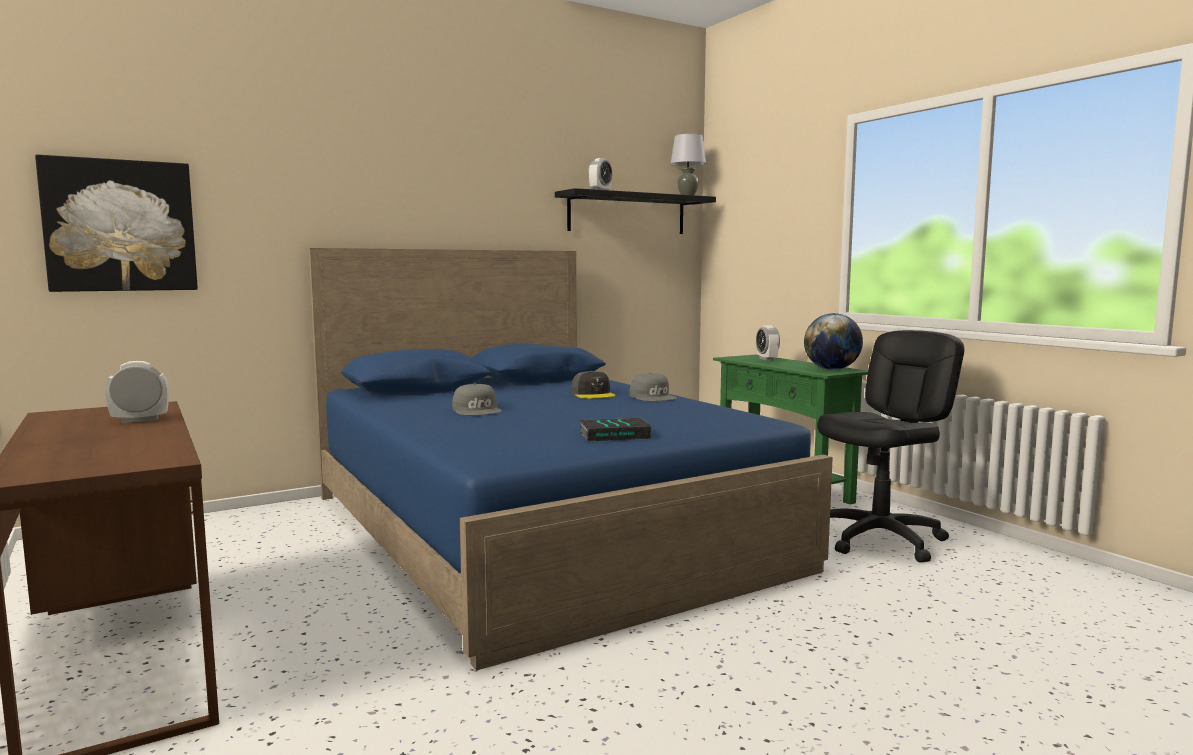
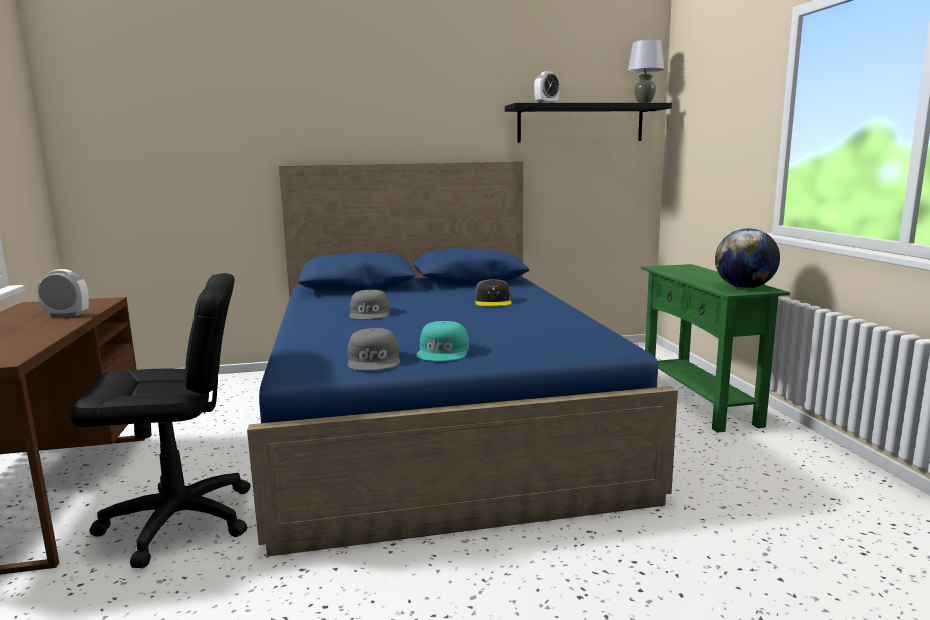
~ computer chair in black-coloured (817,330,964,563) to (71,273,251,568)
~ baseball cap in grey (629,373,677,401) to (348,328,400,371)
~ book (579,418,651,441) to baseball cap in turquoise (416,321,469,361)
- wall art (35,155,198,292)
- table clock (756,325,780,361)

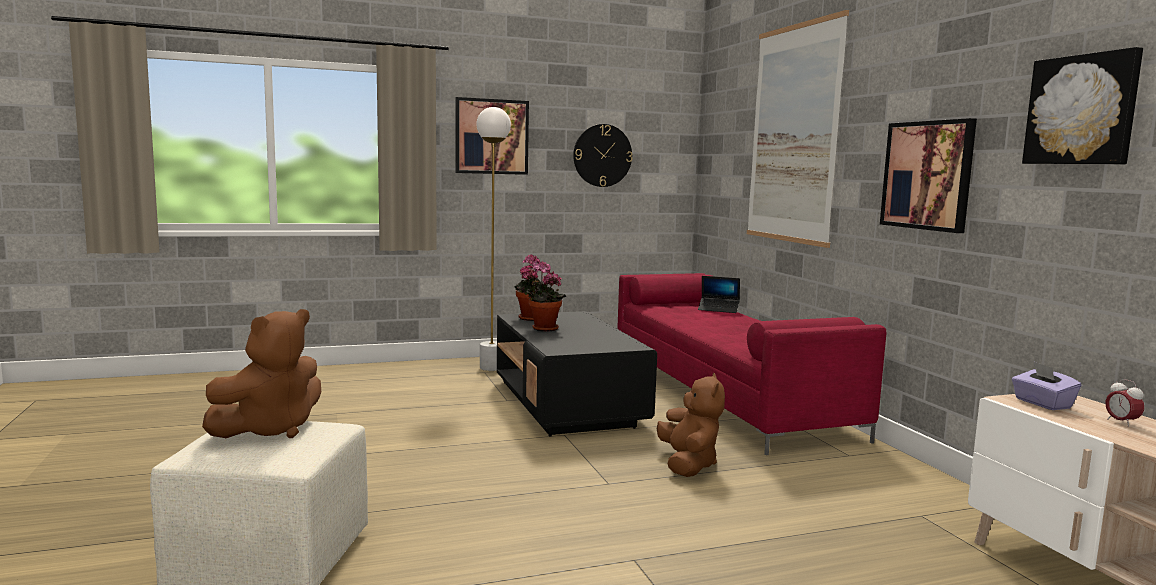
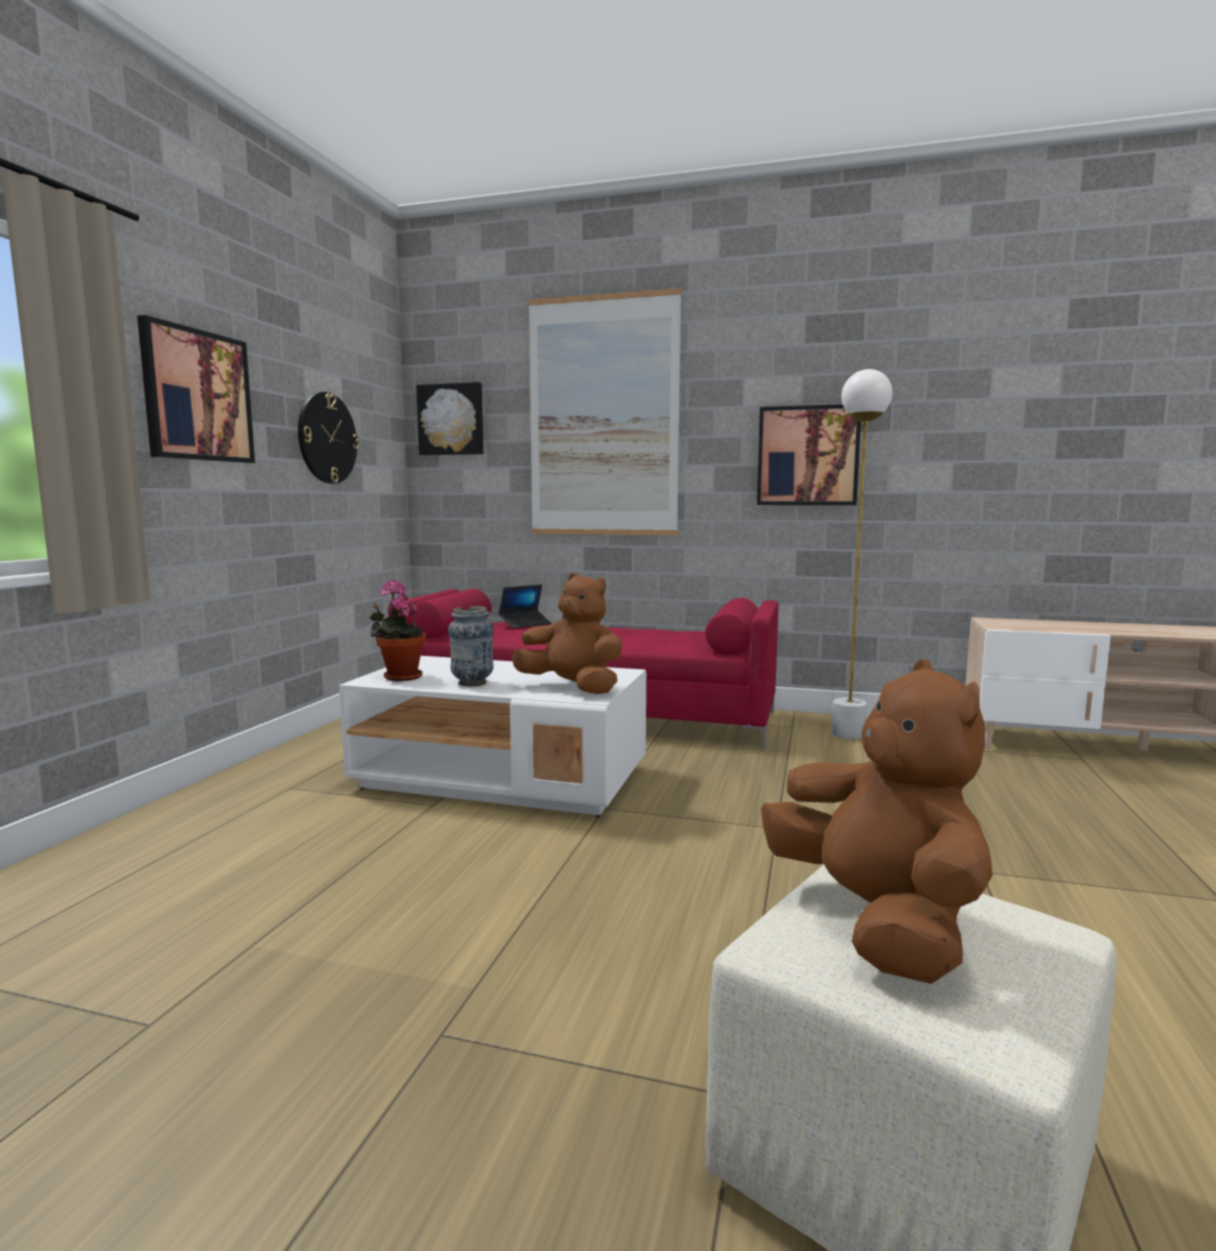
~ low table in black-coloured (497,311,657,437) to low table in whitish (339,656,646,817)
~ wall art (1022,47,1143,164) to (416,382,483,455)
~ plant in a pot (525,261,566,331) to flower vase (448,606,494,686)
~ soft toy in brownish (657,373,725,477) to (512,573,622,694)
~ floor lamp in whitish (476,107,511,371) to (831,369,892,740)
- tissue box in purple-coloured (1012,362,1081,410)
- table clock (1105,379,1144,427)

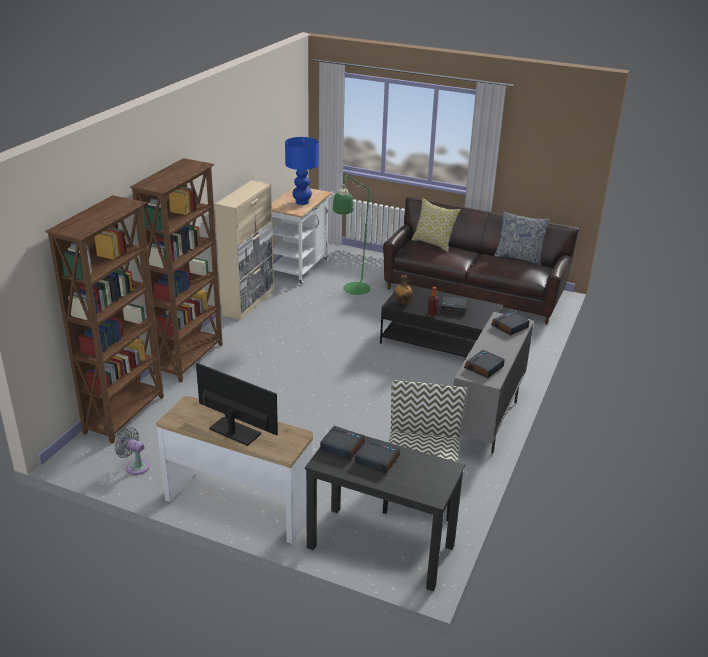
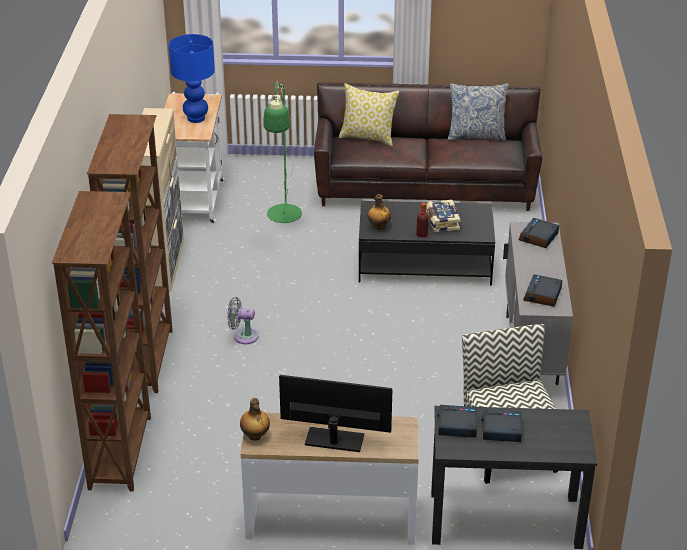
~ cooling fan in grey (114,427,150,475) to (227,297,258,344)
+ beverage bottle (240,398,270,441)
~ table clock (440,296,467,316) to book (426,200,461,232)

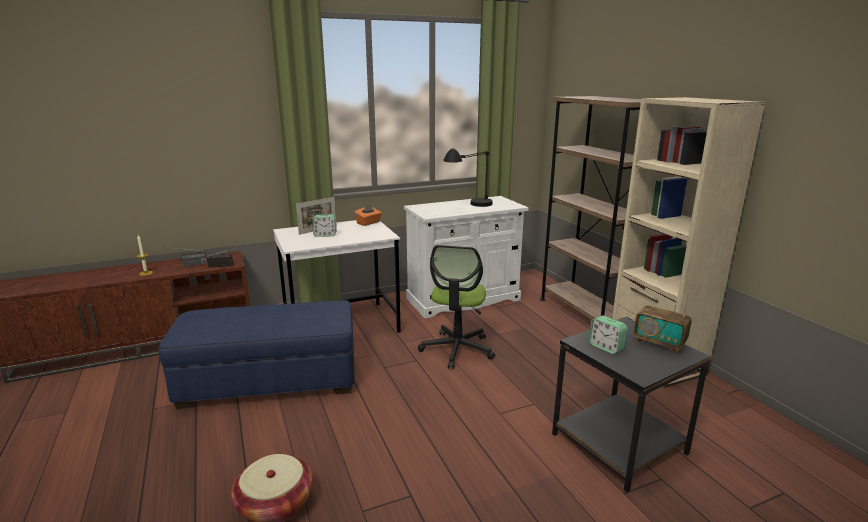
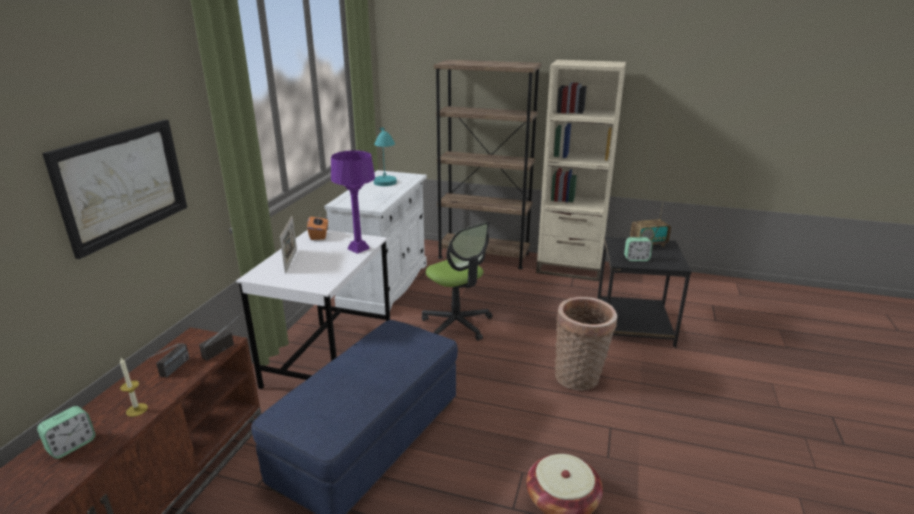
~ table clock (312,215,337,237) to (37,406,96,459)
+ wall art (42,120,187,259)
+ lamp for a table in purple-coloured (331,150,375,254)
~ lamp for a table in black-coloured (443,148,493,207) to lamp for a table in turquoise (374,127,397,186)
+ storage basket (555,297,617,390)

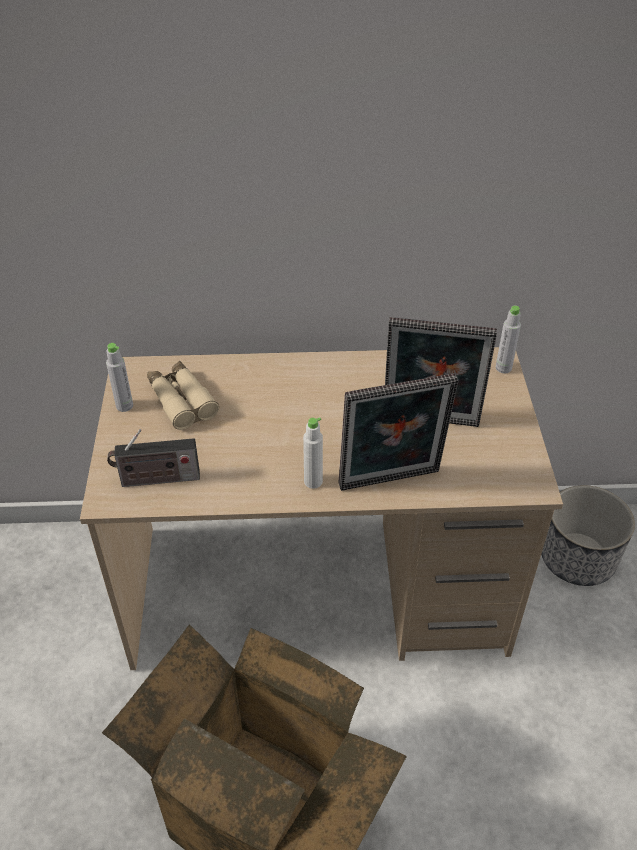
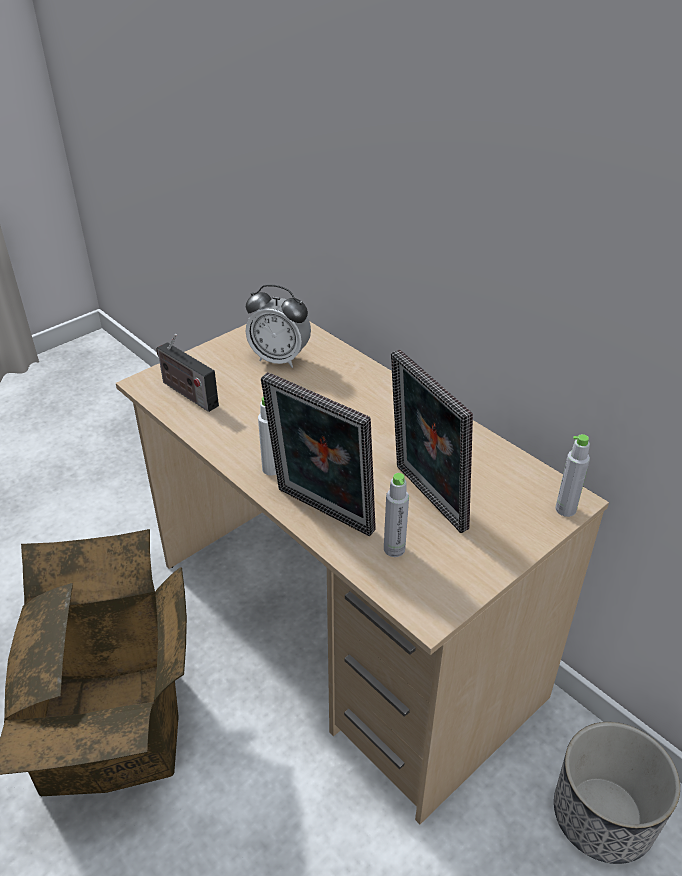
~ binoculars in sand-coloured (147,361,219,430) to table clock (245,285,311,368)
~ beverage bottle in grey (106,343,133,412) to (384,473,409,557)

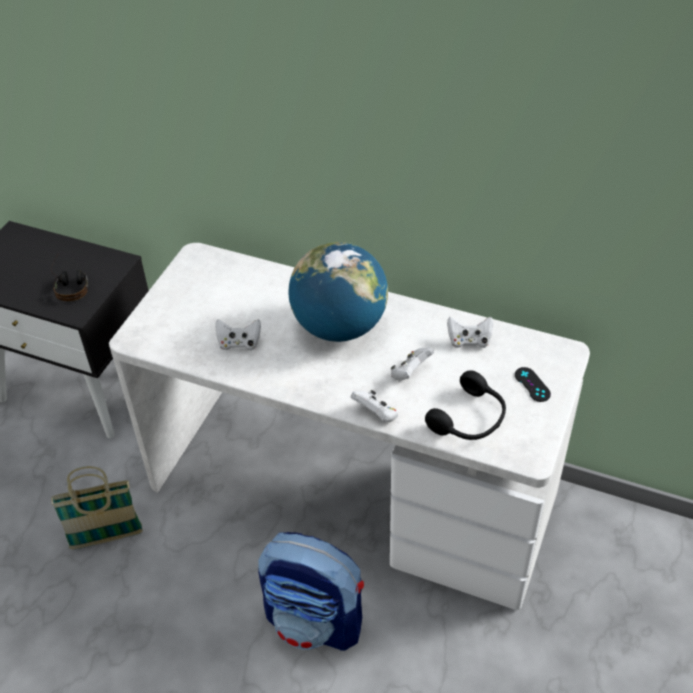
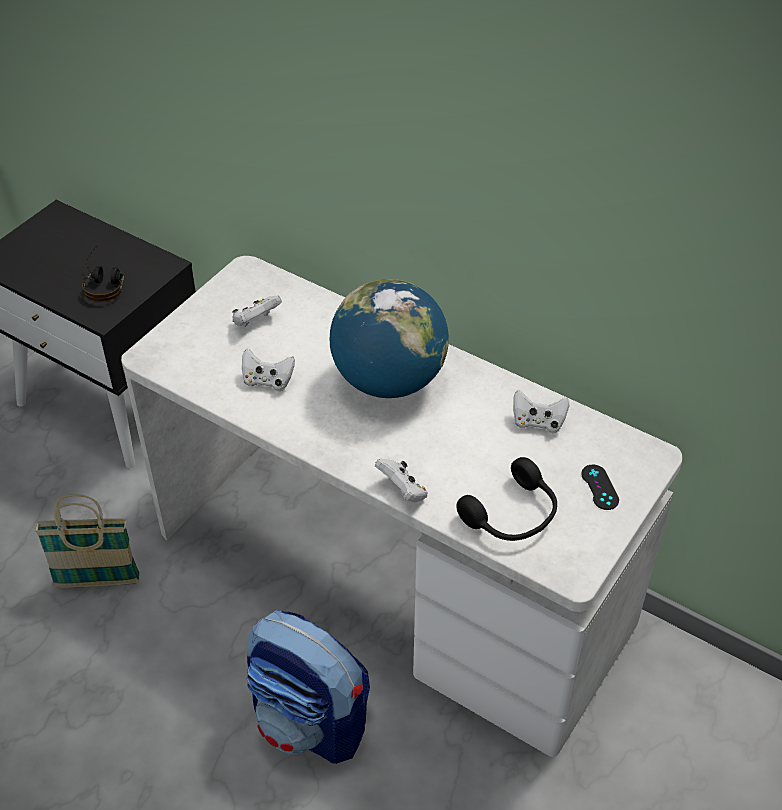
~ game controller in whitish (391,347,434,381) to (232,296,282,327)

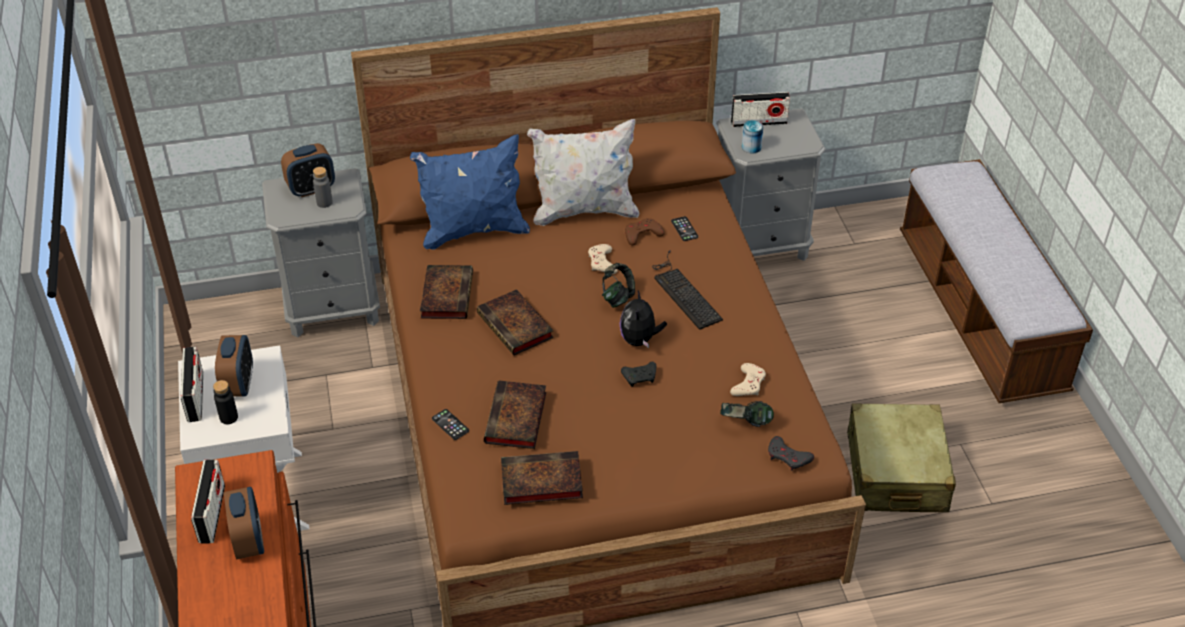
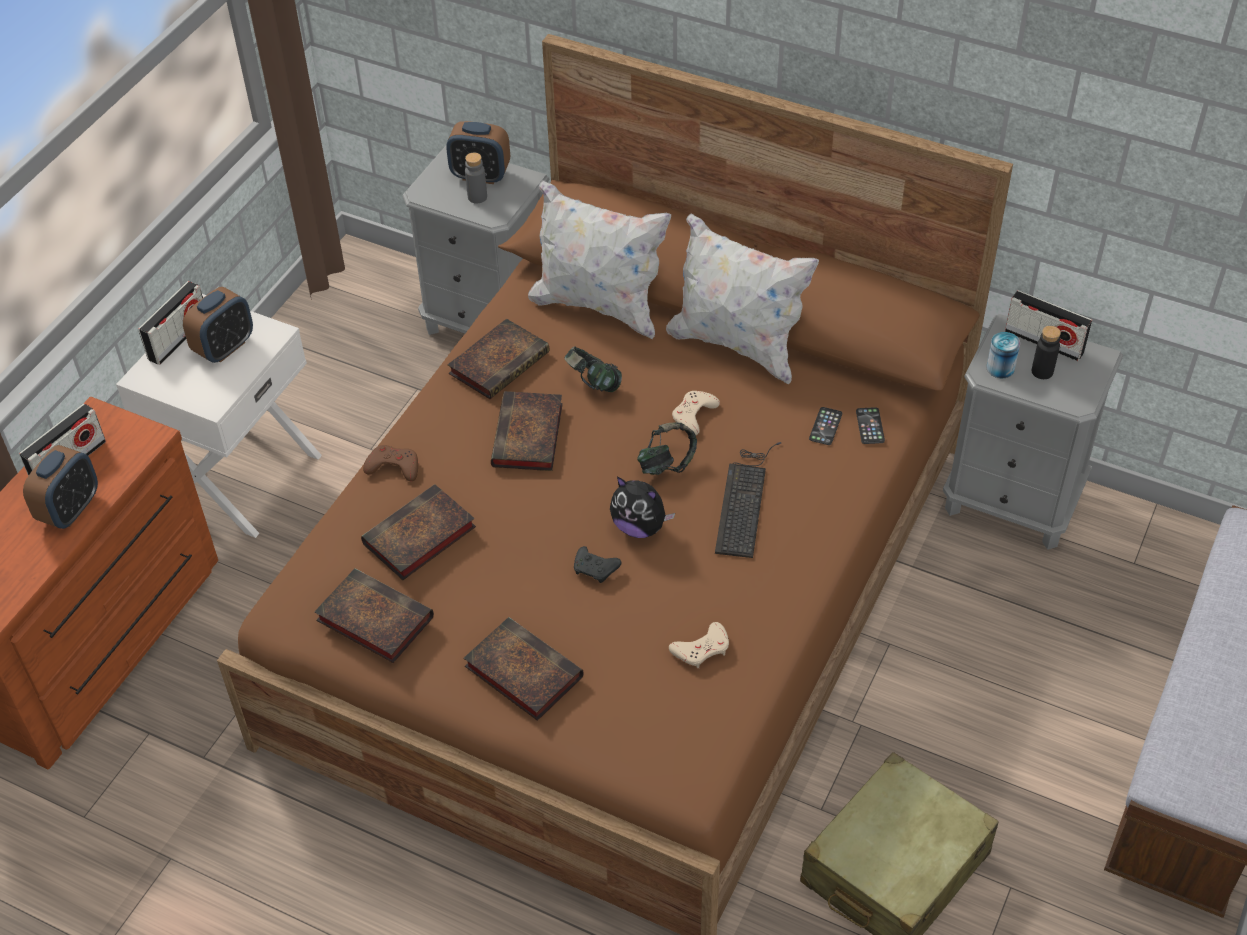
~ game controller in brownish (625,218,665,246) to (363,445,418,481)
+ book (464,617,584,721)
~ pillow in bluish (410,134,530,250) to pillow in whitish (528,180,671,339)
~ pair of headphones (720,401,774,427) to (564,346,622,392)
~ soft toy (620,290,667,348) = (610,476,675,538) 105 degrees counterclockwise
~ handset (432,409,469,440) to (856,407,885,444)
~ beverage bottle in black-coloured (213,380,238,424) to (1032,326,1061,379)
- game controller in grey (768,436,814,471)

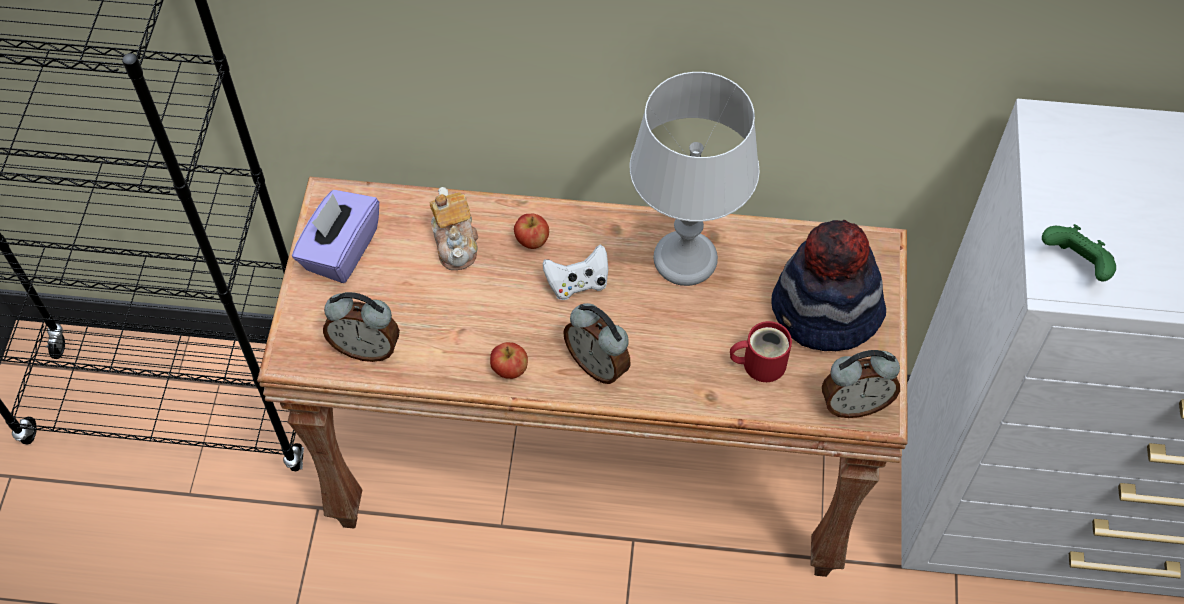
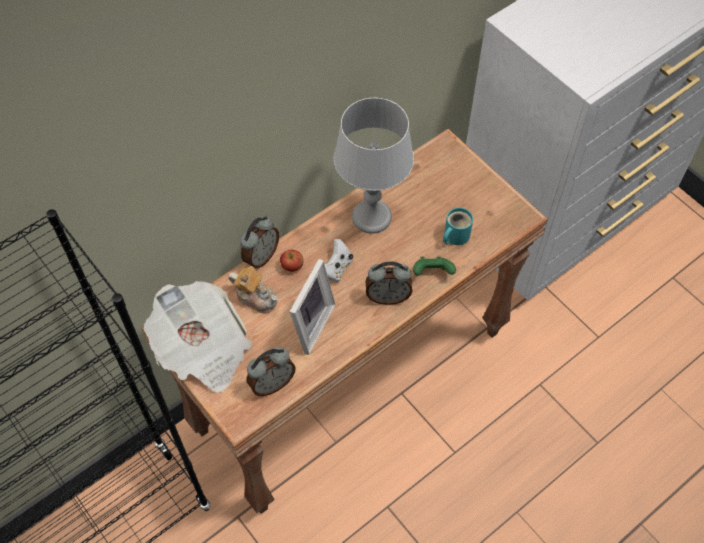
~ tissue box in purple-coloured (292,190,379,283) to printed paper (144,281,252,393)
~ table clock (822,350,900,418) to (240,216,279,269)
+ standing frame (290,259,336,355)
~ game controller in green-coloured (1042,224,1116,282) to (413,257,456,276)
~ tea mug in red-coloured (730,321,792,382) to tea mug in turquoise (443,208,473,245)
- apple fruit (490,342,528,379)
- wearable hat (771,220,886,351)

